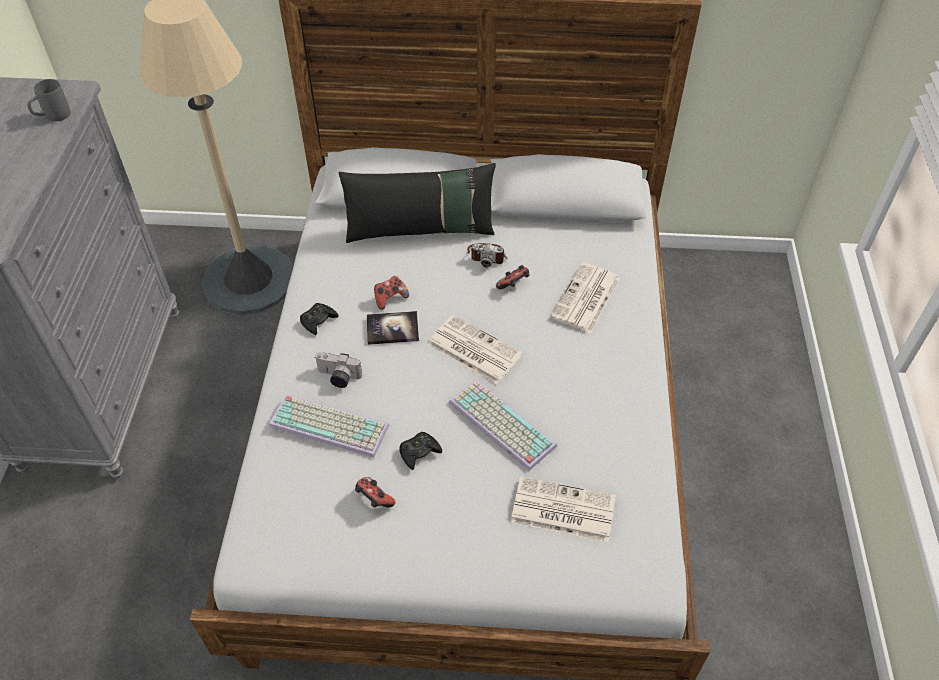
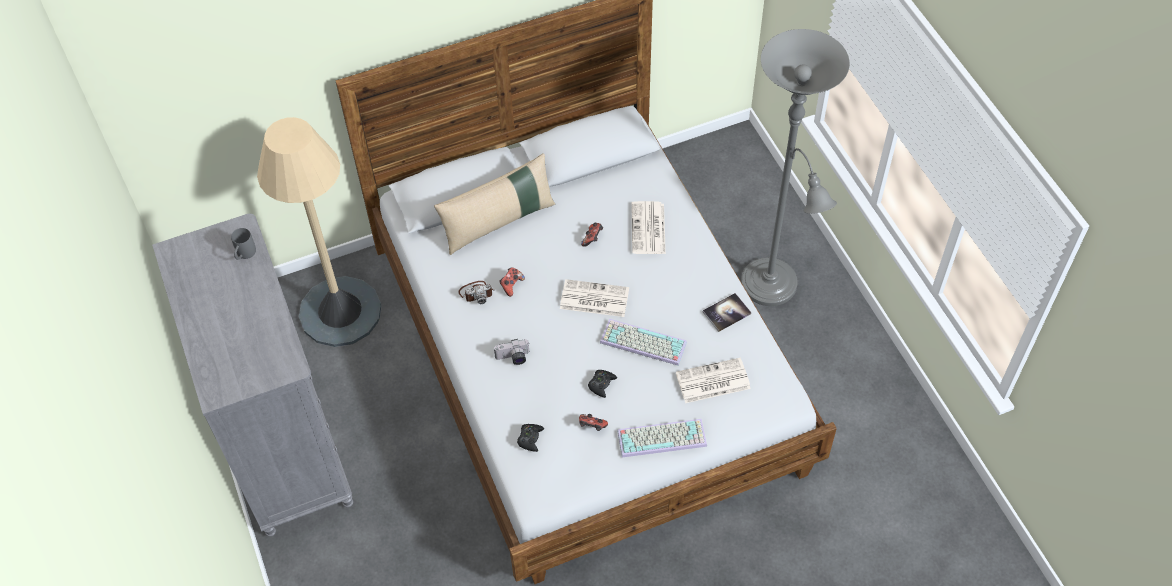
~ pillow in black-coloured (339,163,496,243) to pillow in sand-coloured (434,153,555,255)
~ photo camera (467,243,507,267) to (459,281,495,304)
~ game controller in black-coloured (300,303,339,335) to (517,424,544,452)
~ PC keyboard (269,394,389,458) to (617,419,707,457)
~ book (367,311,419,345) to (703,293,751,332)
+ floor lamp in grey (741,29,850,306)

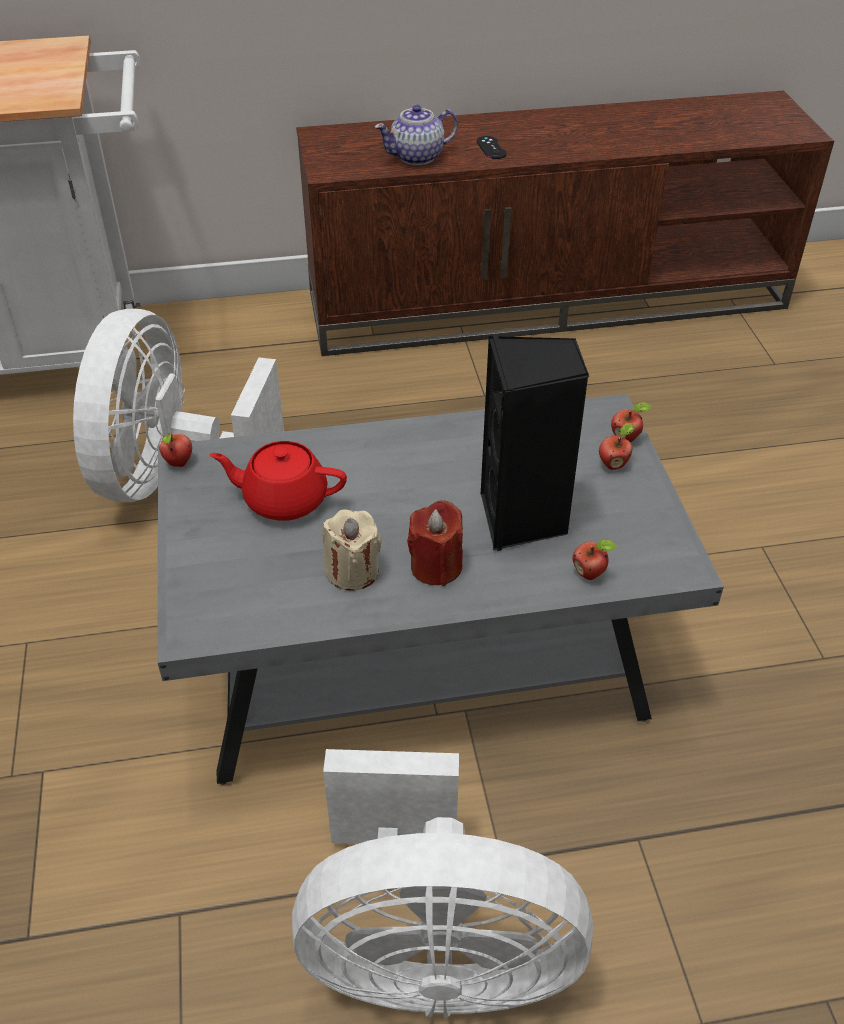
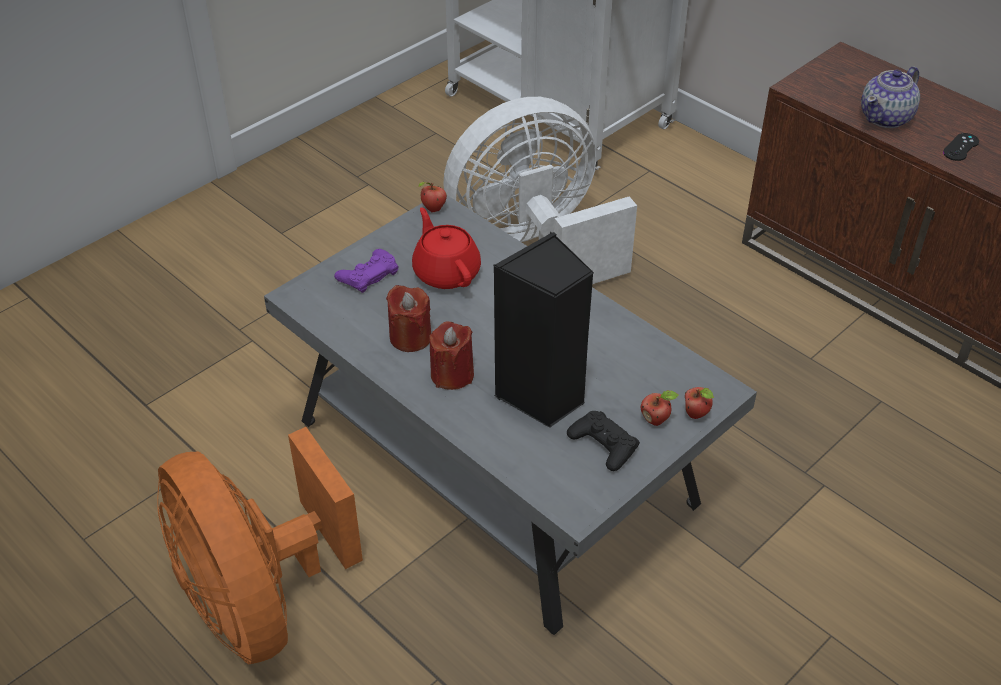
~ cooling fan in whitish (292,749,593,1017) to cooling fan in orange (158,427,363,664)
+ game controller in purple-coloured (334,249,399,293)
~ wax light in sand-coloured (322,509,382,591) to wax light in red-coloured (386,285,431,352)
+ game controller in black-coloured (567,411,640,471)
~ teapot (375,105,458,165) = (861,66,920,128) 75 degrees counterclockwise
- apple fruit (572,539,617,580)

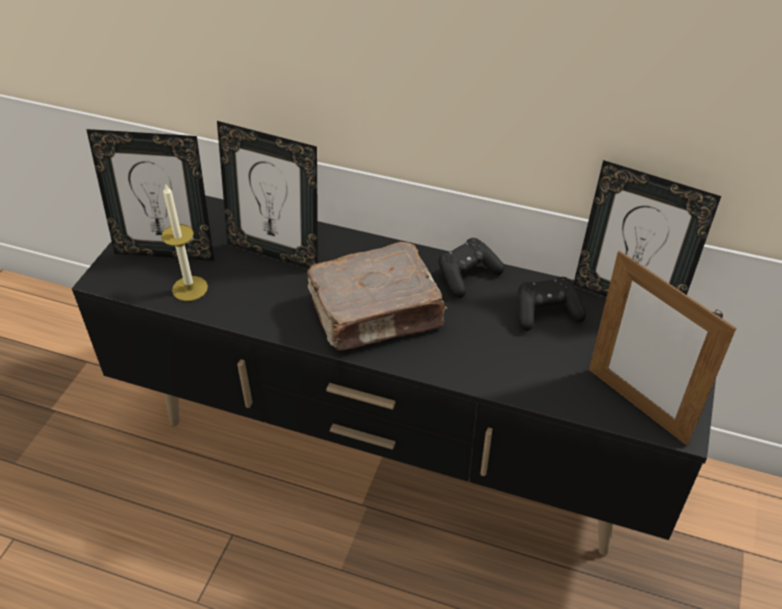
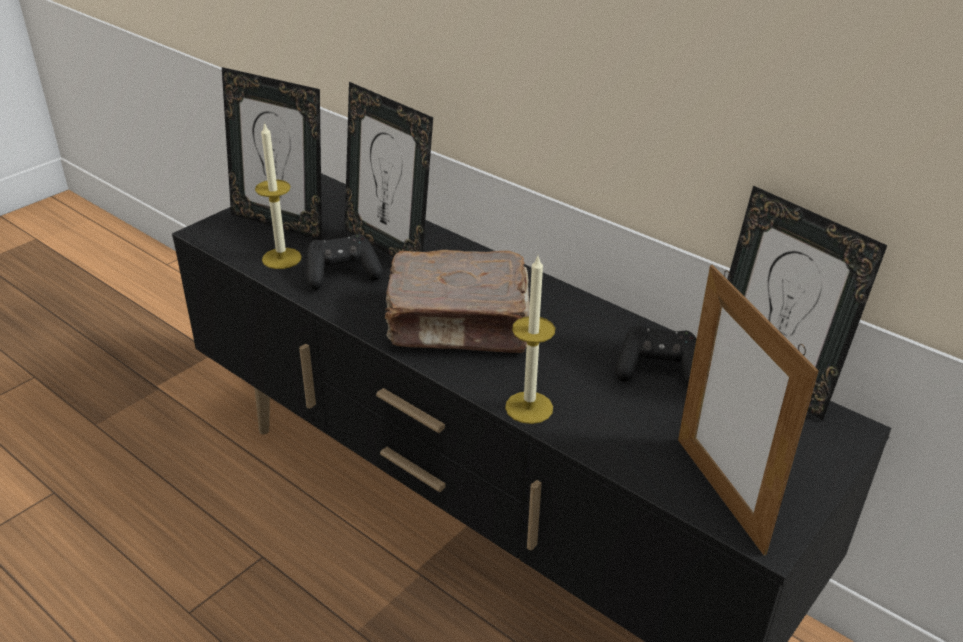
~ game controller in black-coloured (438,238,504,298) to (306,234,383,290)
+ wax light (505,256,555,424)

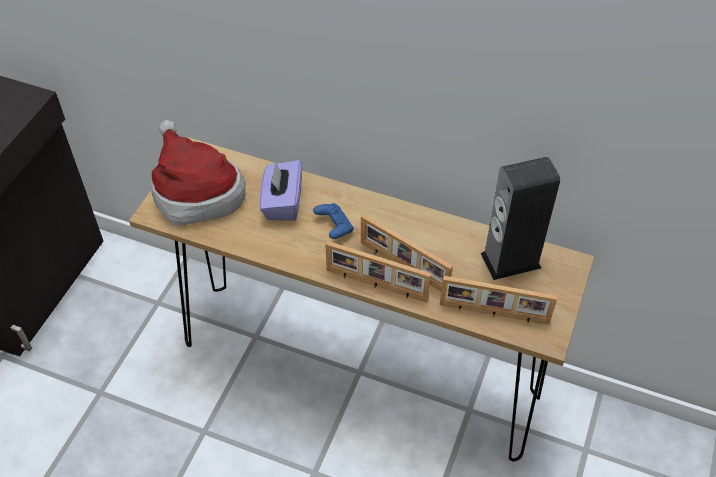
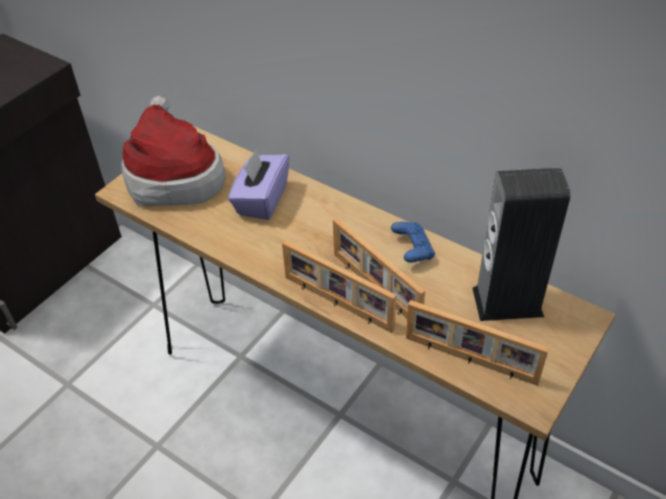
~ game controller in bluish (313,203,354,239) to (391,222,435,263)

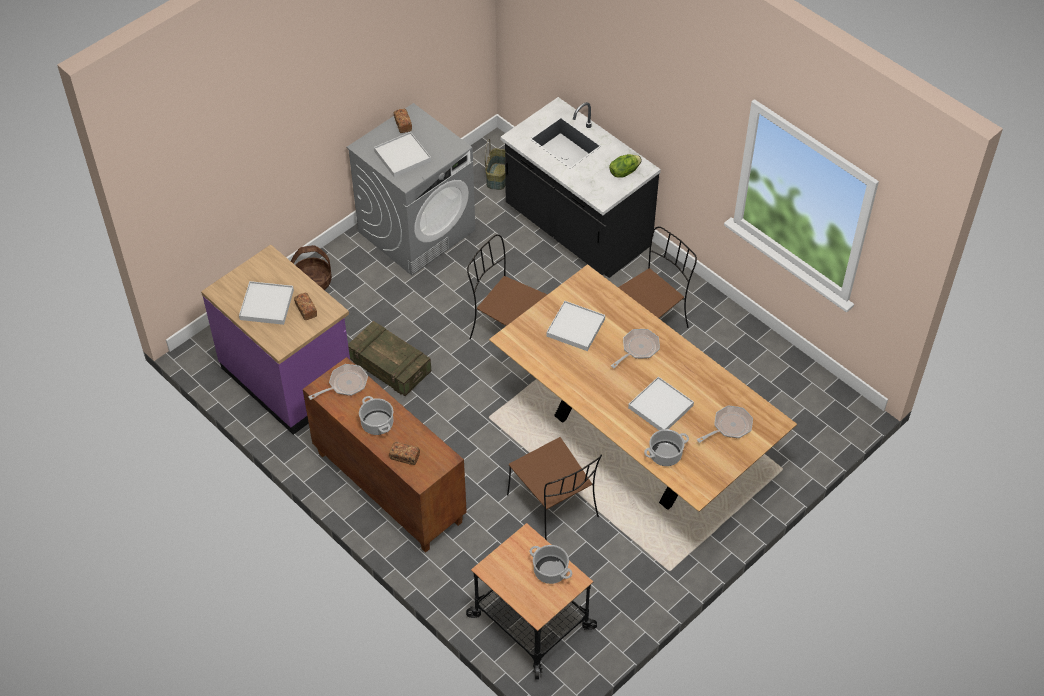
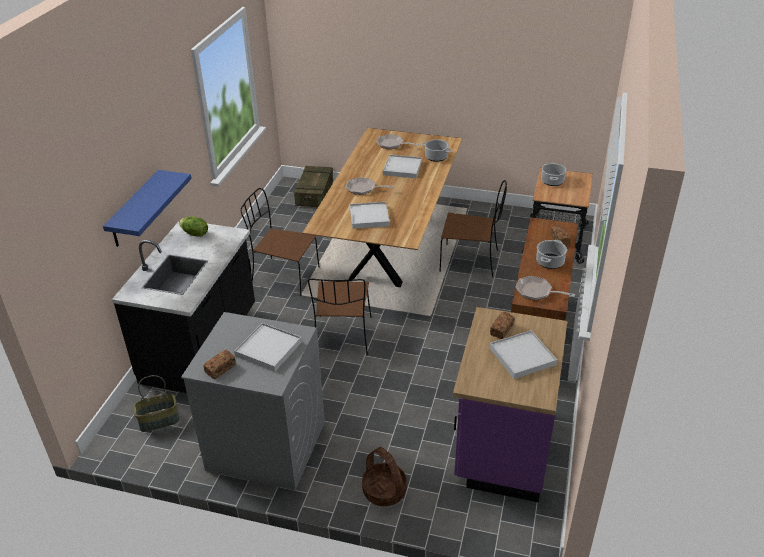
+ wall shelf in bluish (103,170,192,247)
~ packing crate (348,321,431,396) to (294,166,333,207)
~ chair in brownish (507,437,602,540) = (440,180,507,277) 75 degrees clockwise

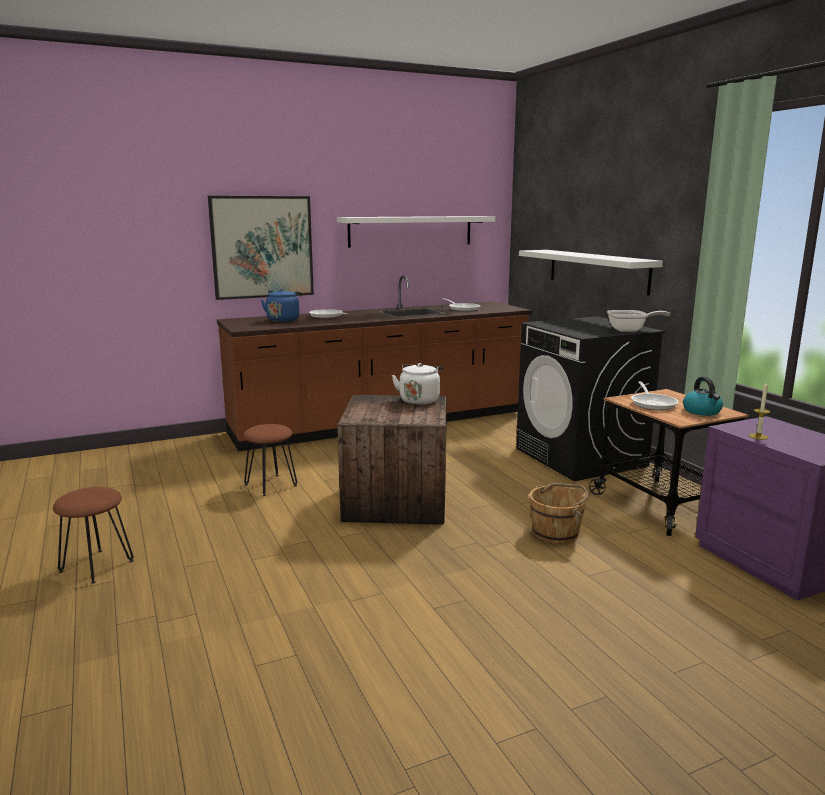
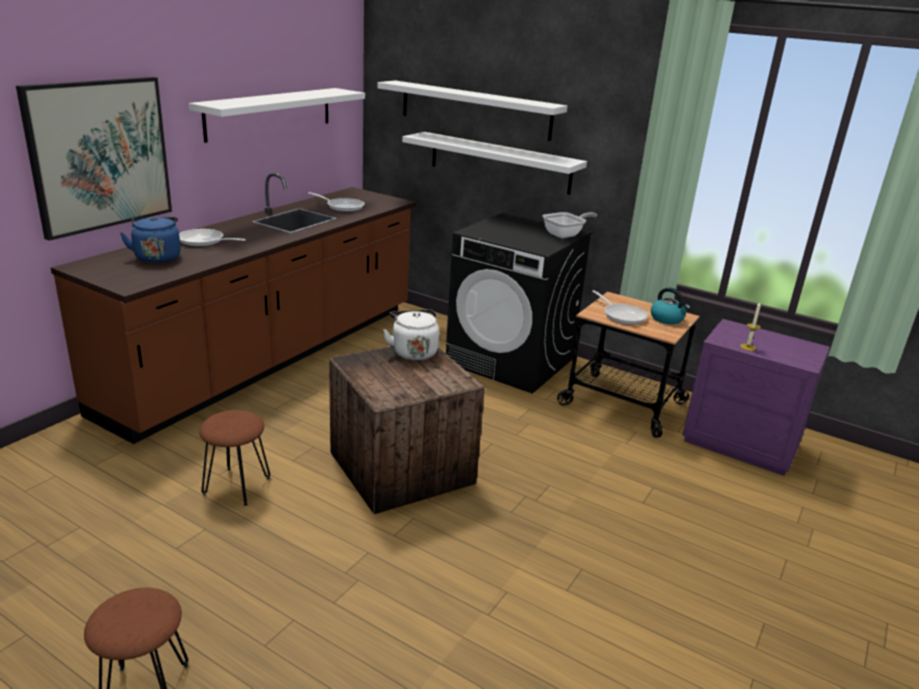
+ wall shelf in whitish (378,80,567,141)
- bucket in brownish (529,483,588,543)

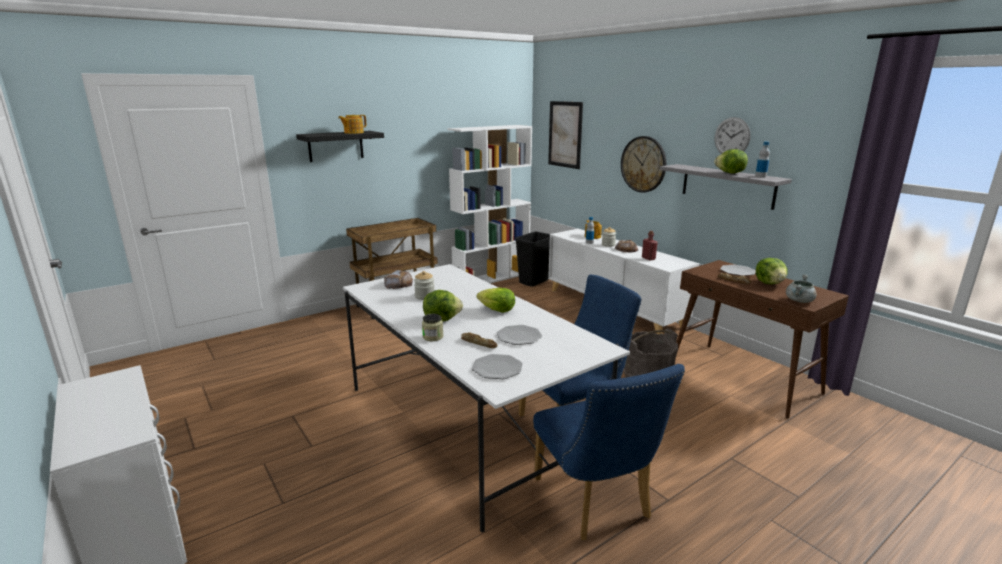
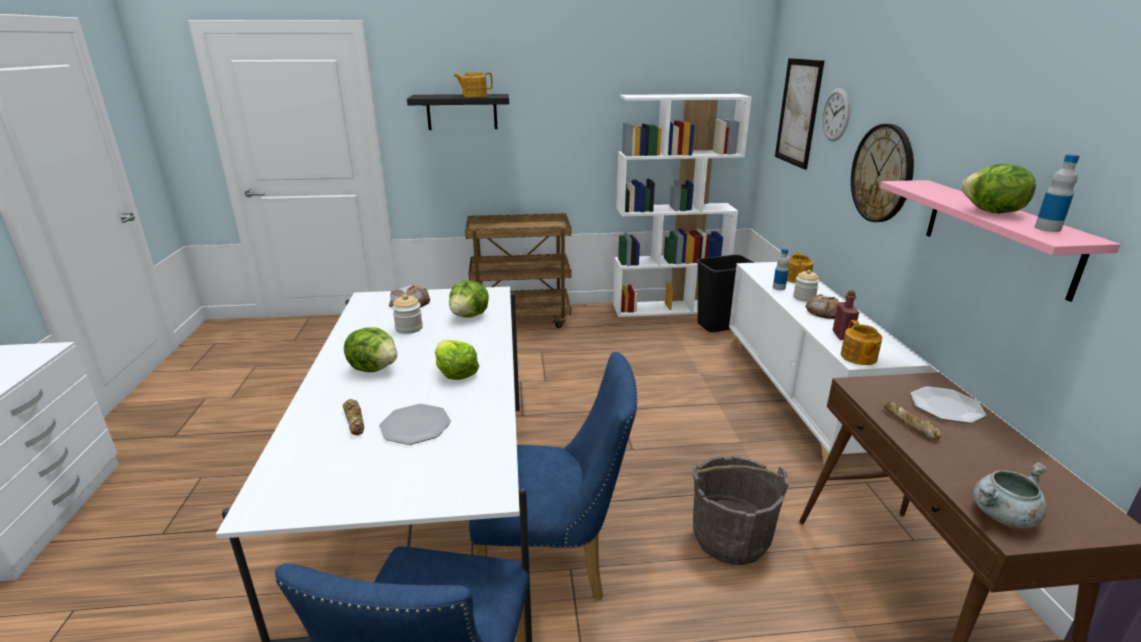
~ head of lettuce (756,258,788,284) to (449,280,489,317)
~ clock on the wall (715,117,751,154) to (822,88,850,141)
+ teapot (841,320,882,365)
~ wall shelf in grey (660,164,792,210) to wall shelf in pink-coloured (880,180,1121,302)
- preserve jar (422,314,443,341)
- plate (472,354,523,379)

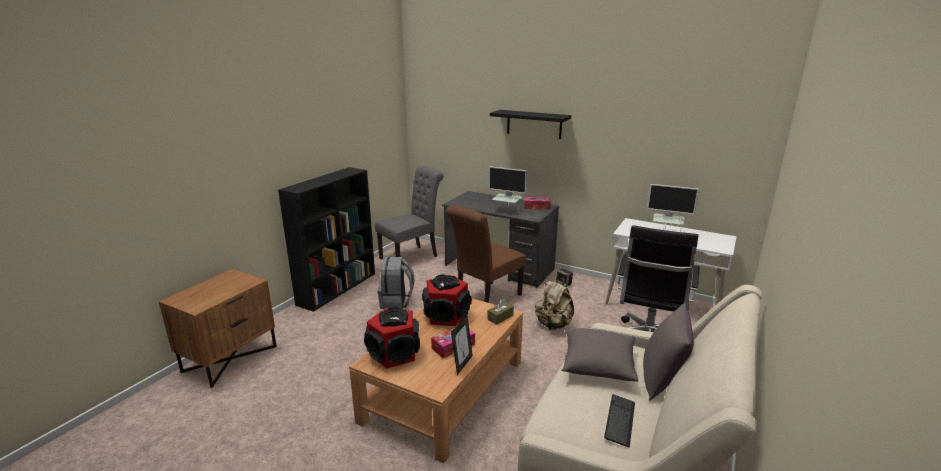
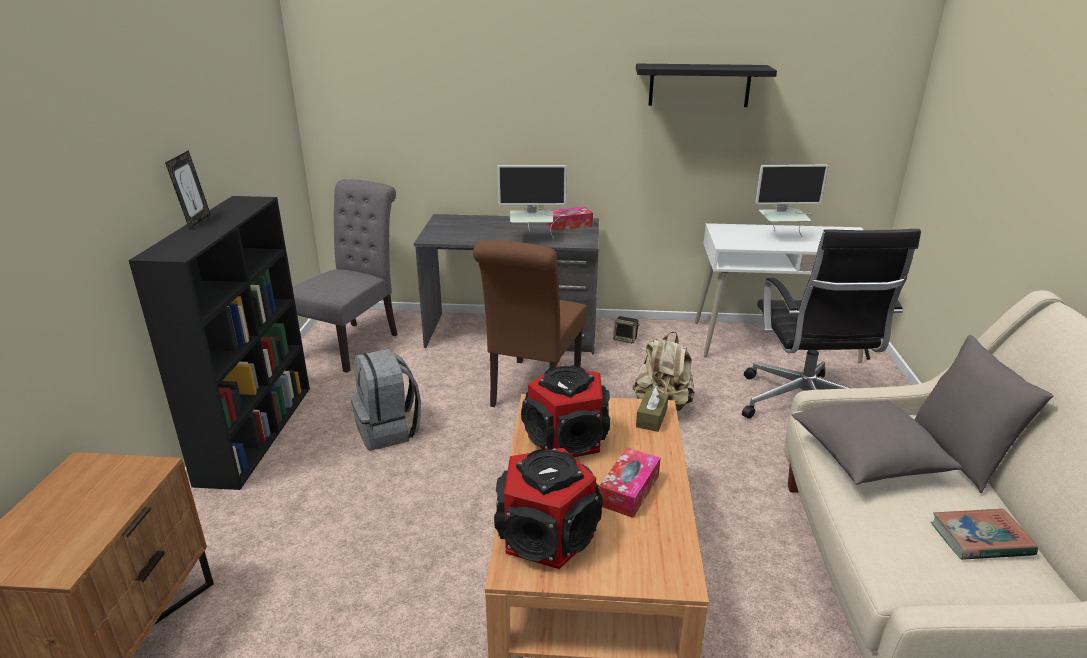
~ standing frame (451,315,473,375) to (165,150,210,230)
~ wall shelf in black-coloured (490,110,571,139) to (636,64,777,107)
~ PC keyboard (604,394,635,448) to book (931,509,1038,560)

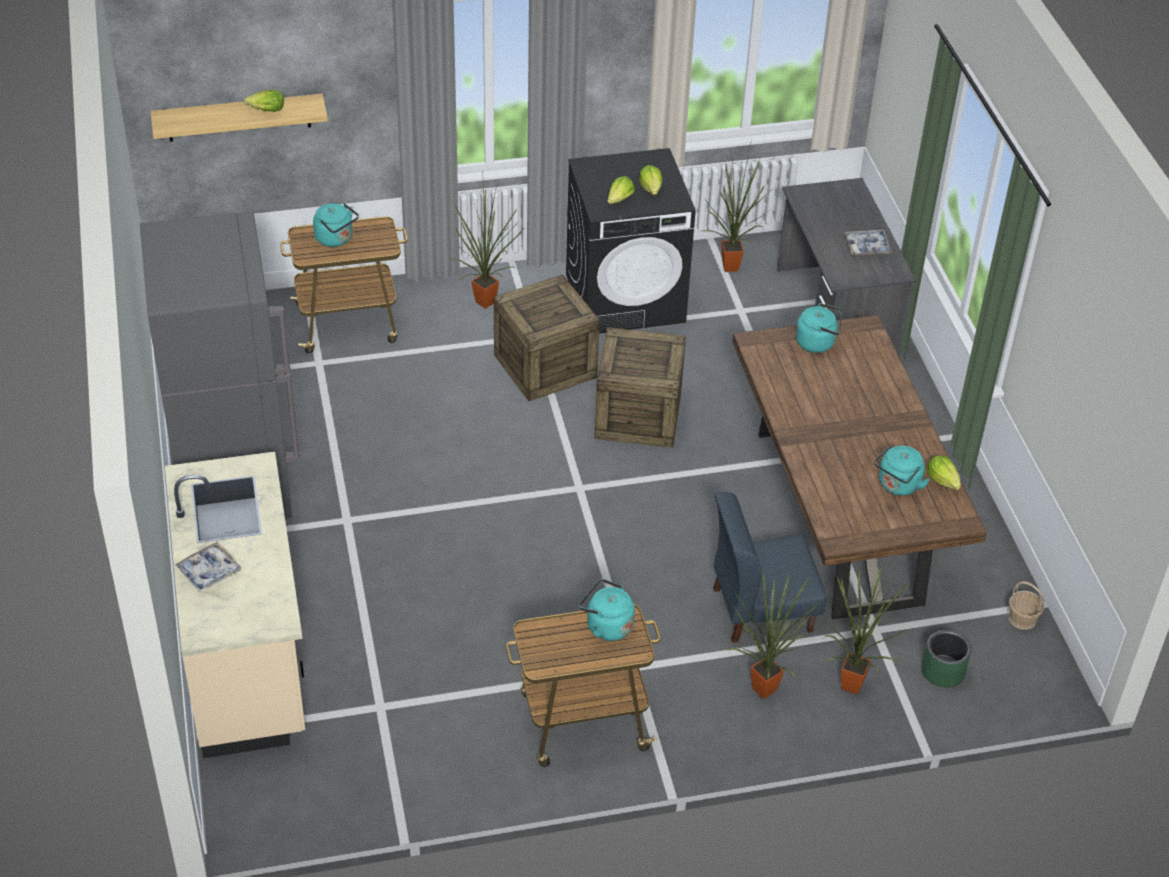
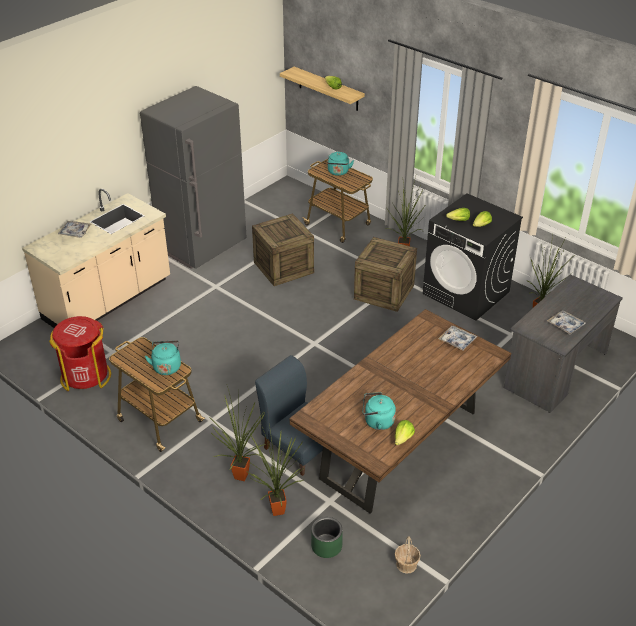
+ rubbish bin in red-coloured (49,316,111,391)
~ packing crate (594,327,686,448) to (252,213,314,286)
~ tea kettle in turquoise (796,303,842,353) to serving tray (438,326,477,351)

